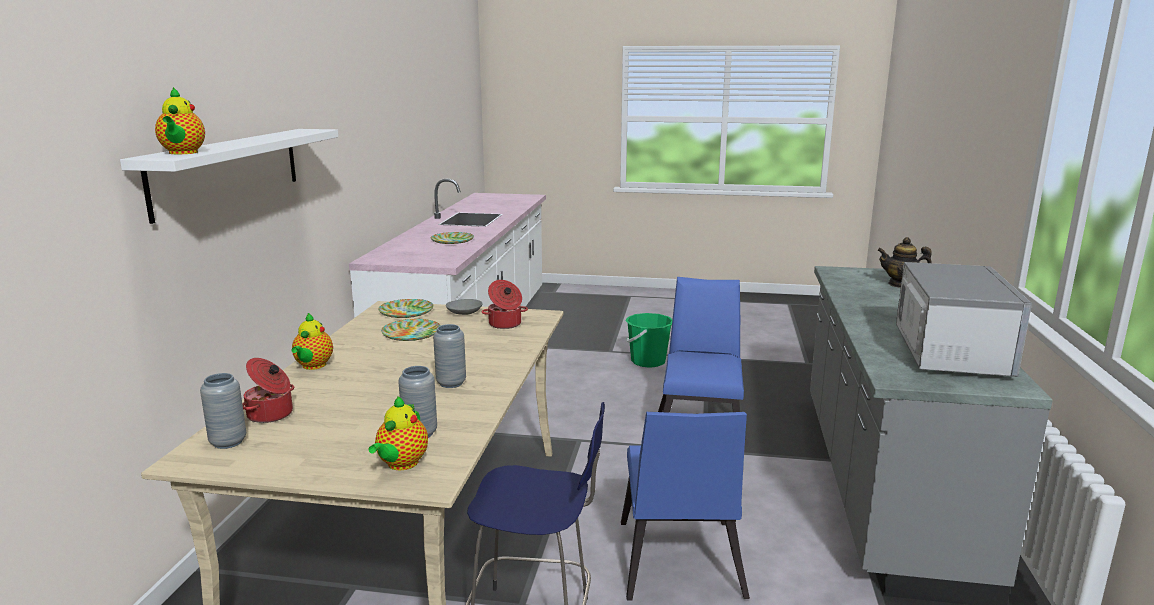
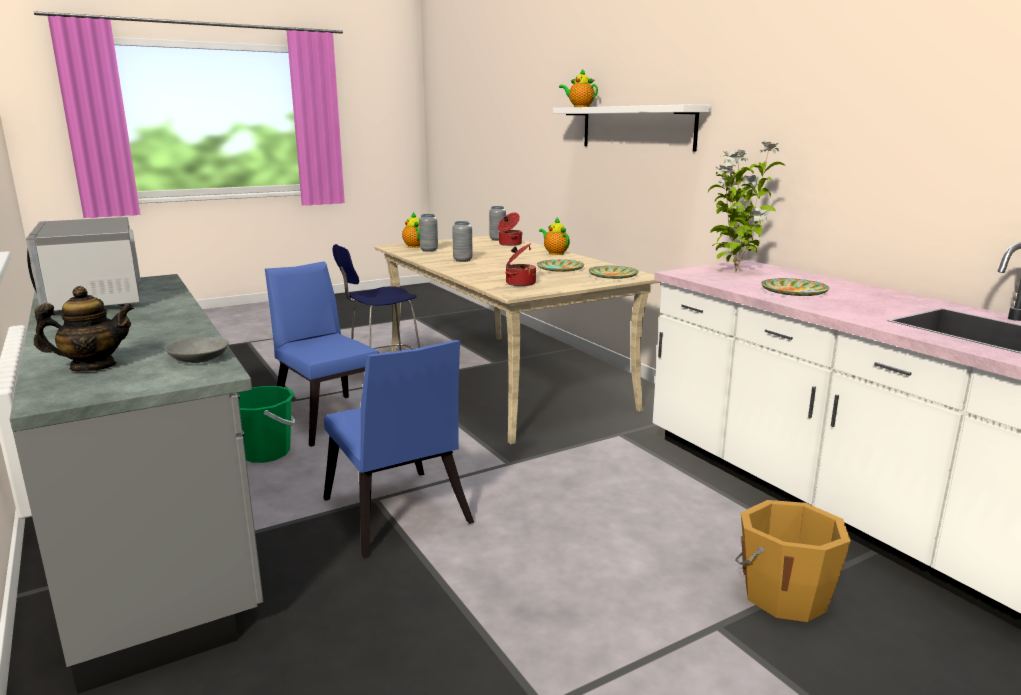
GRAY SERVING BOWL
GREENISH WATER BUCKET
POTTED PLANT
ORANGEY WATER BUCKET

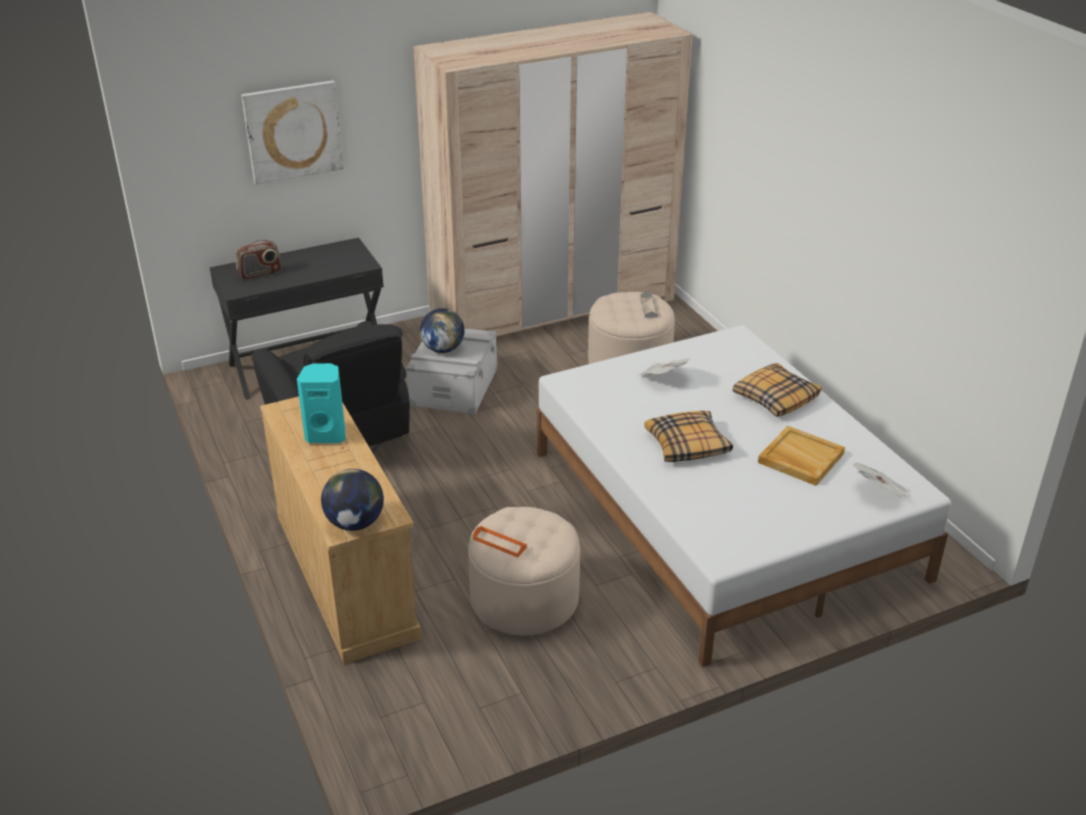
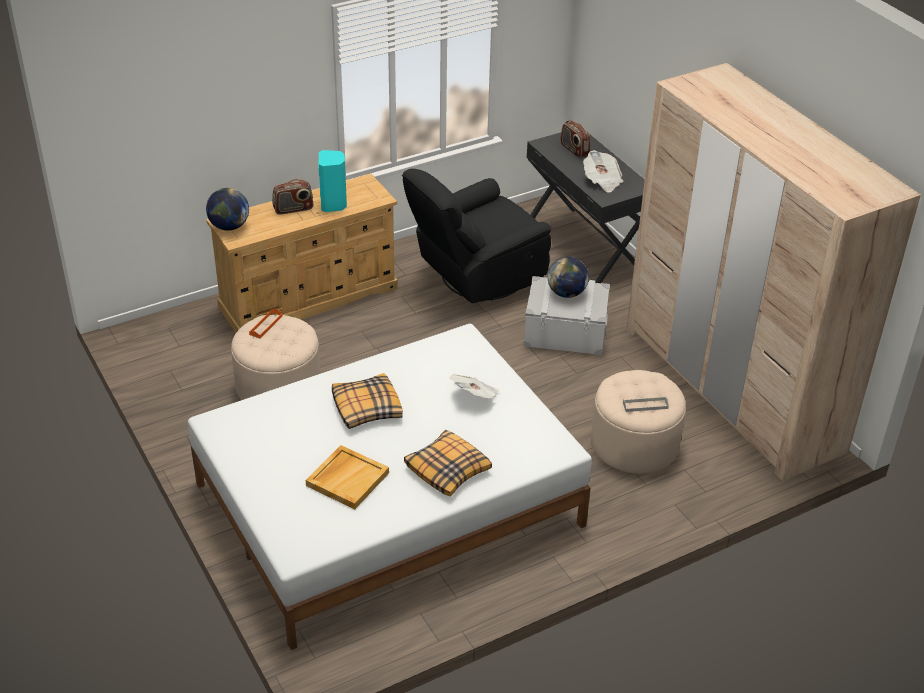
WALL ART
NEWSPAPER (2nd from left)
RADIO (1st from left)

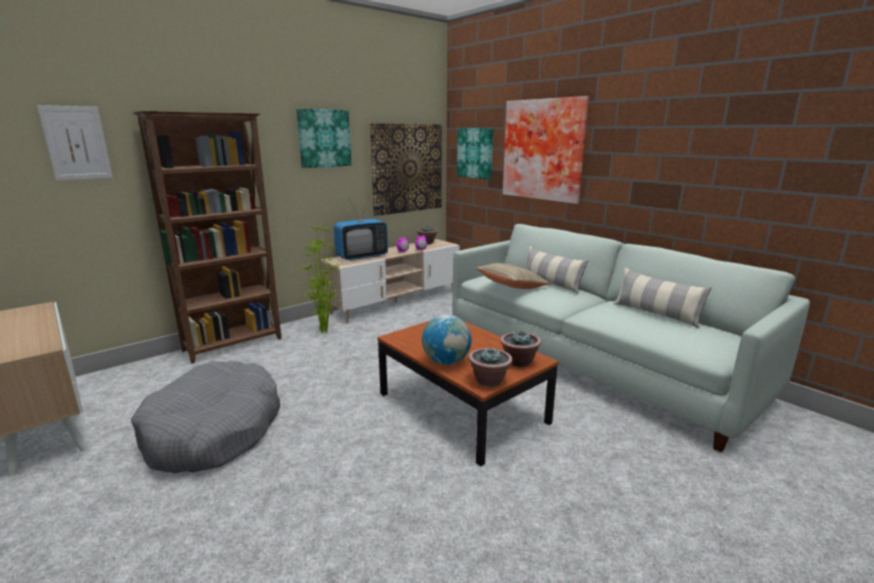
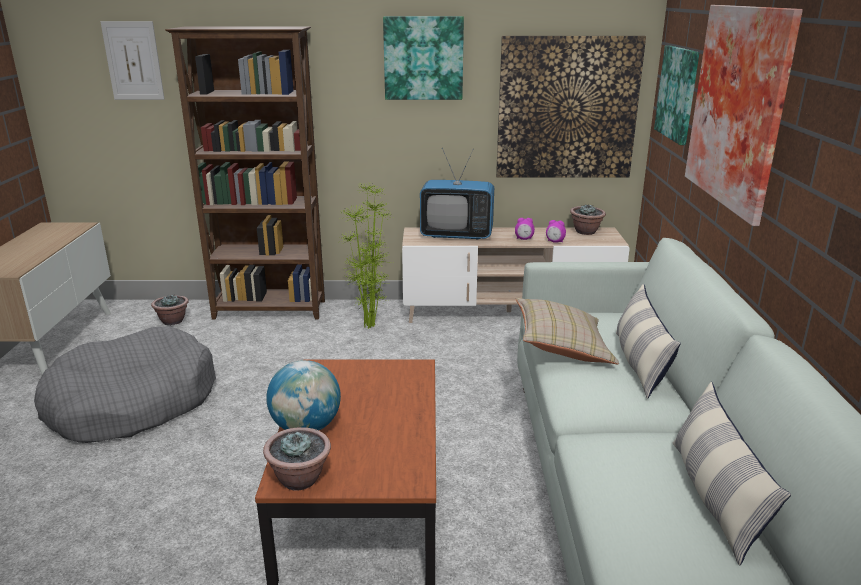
POTTED PLANT (1st from left)

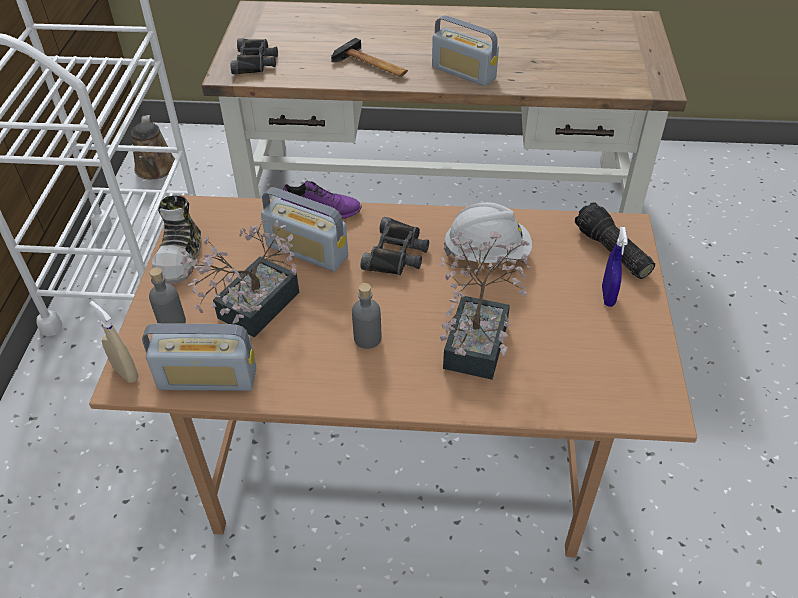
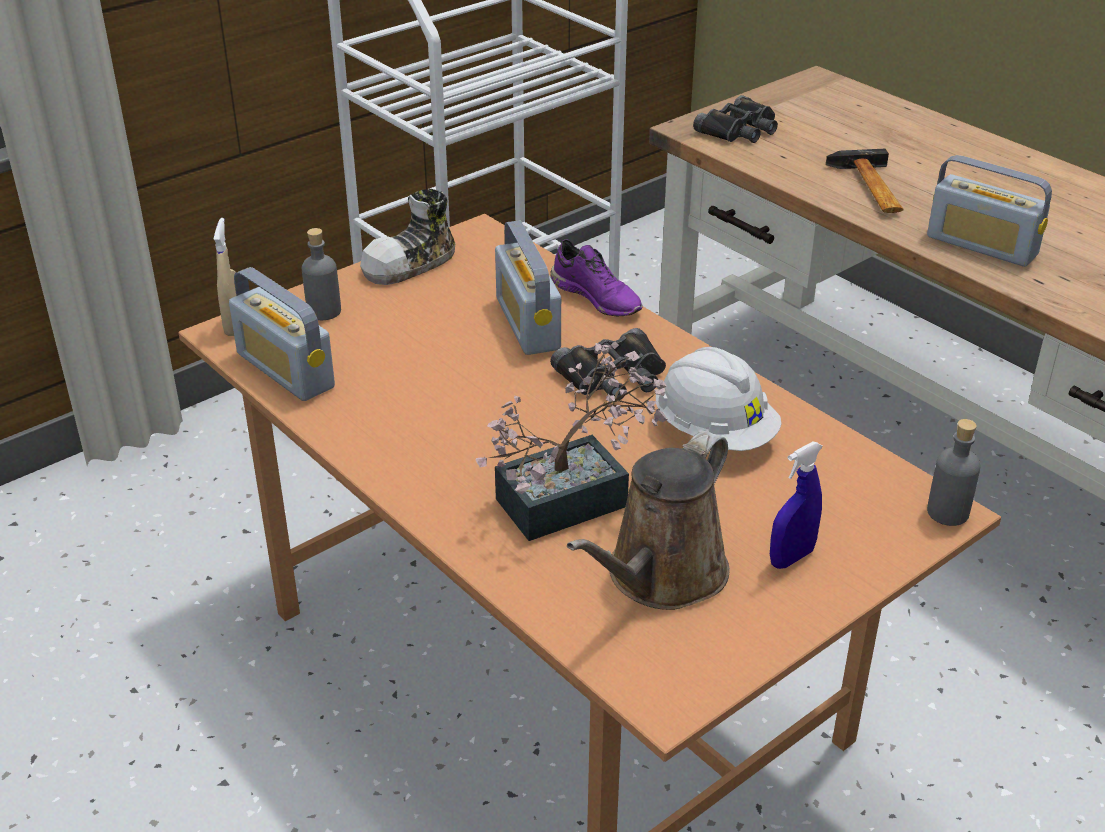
BROWN-COLOURED SPRINKLING CAN
POTTED PLANT (1st from left in the first image)
GRAY DRINK BOTTLE (2nd from left)
RADIO (3rd from left)
HAND TORCH

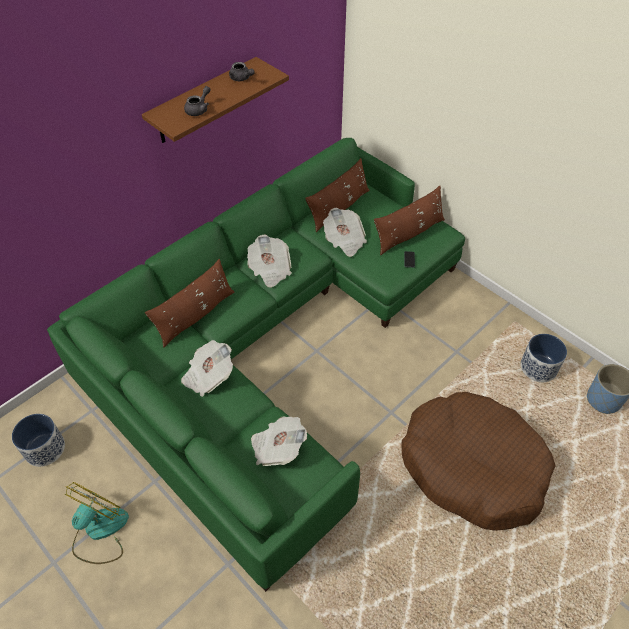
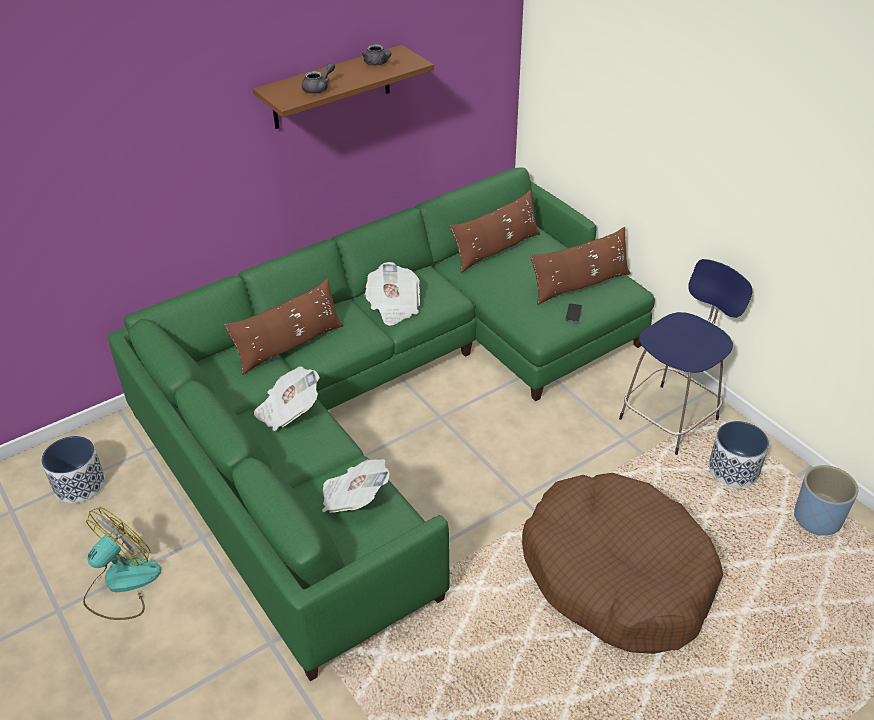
NEWSPAPER (4th from left in the first image)
BLUE SITTING STOOL

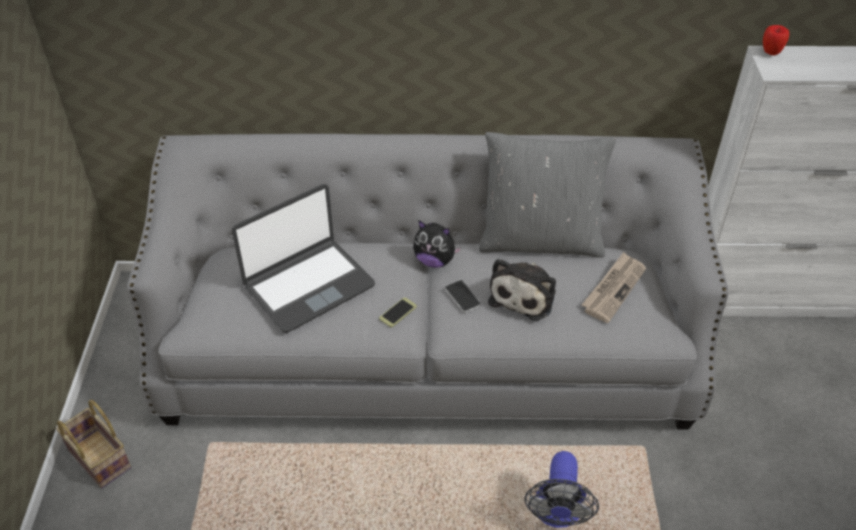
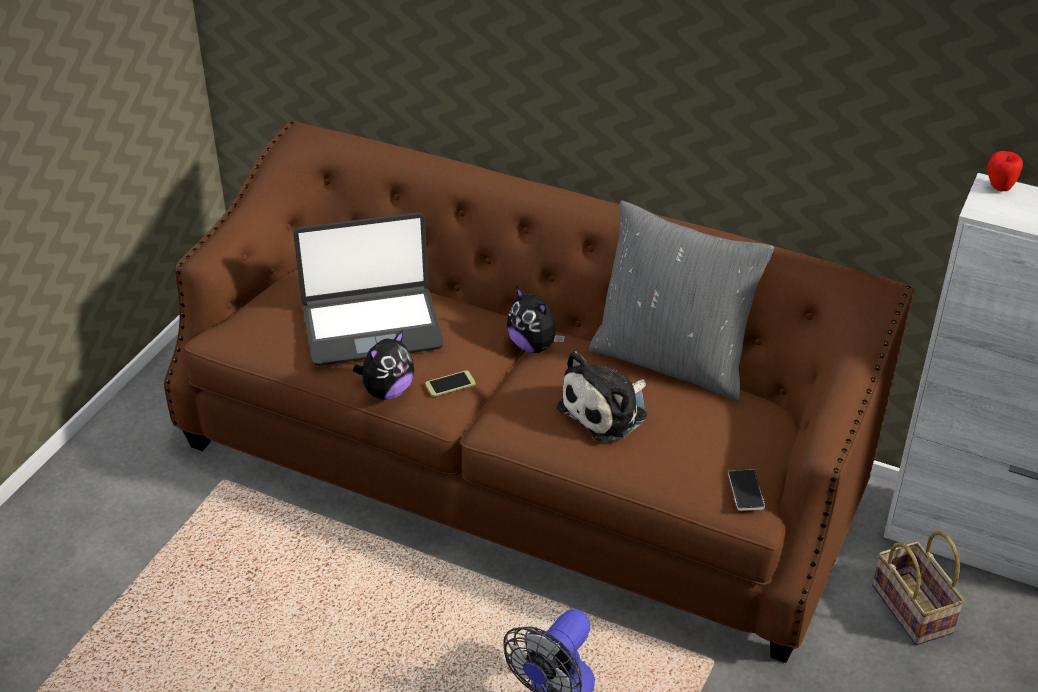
HOUSEHOLD BASKET
BROWN-COLOURED SOFA
HANDSET (2nd from left)
NEWSPAPER
SOFT TOY (1st from left)

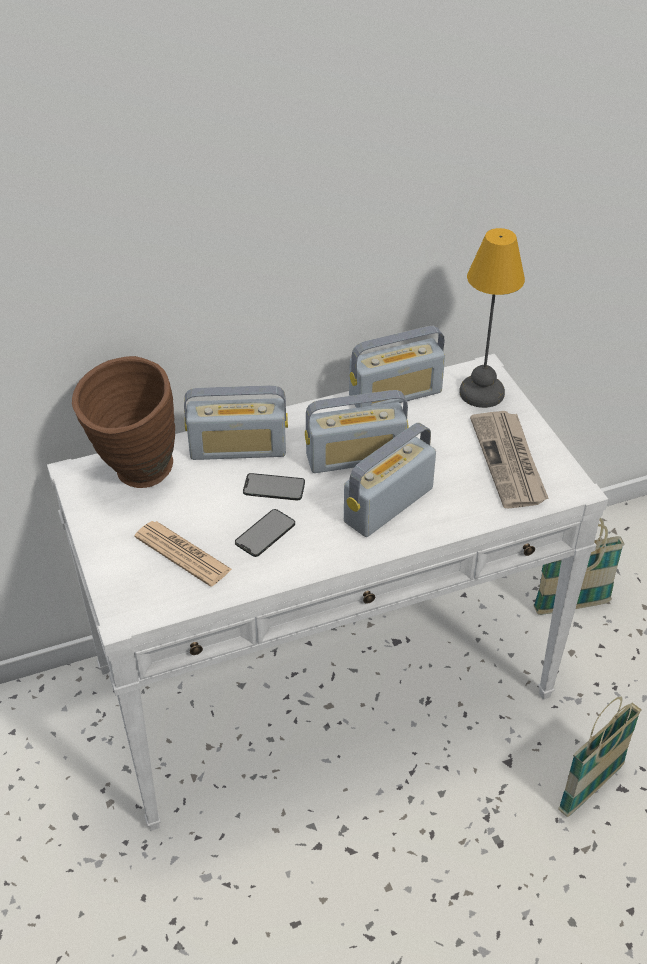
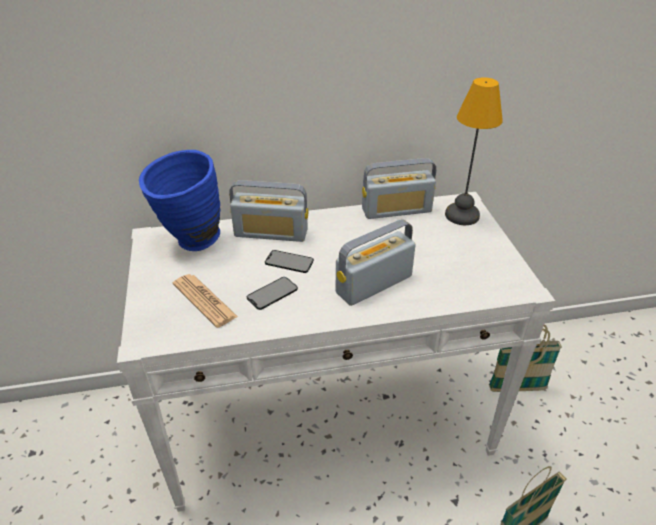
BLUE FLOWER VASE
RADIO (2nd from left in the first image)
NEWSPAPER (2nd from left in the first image)

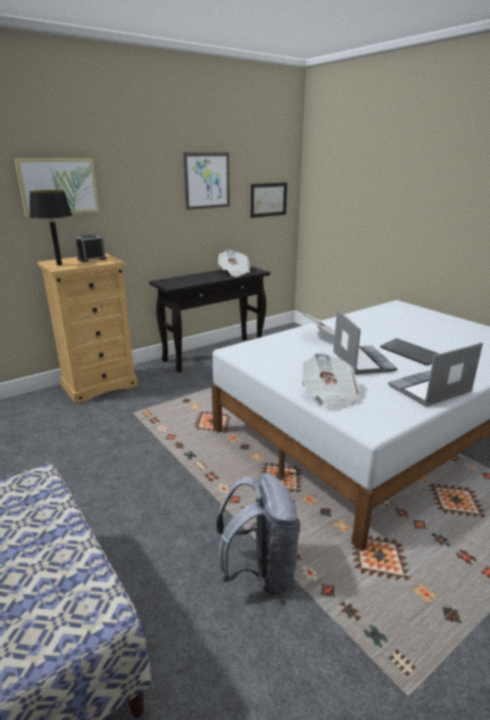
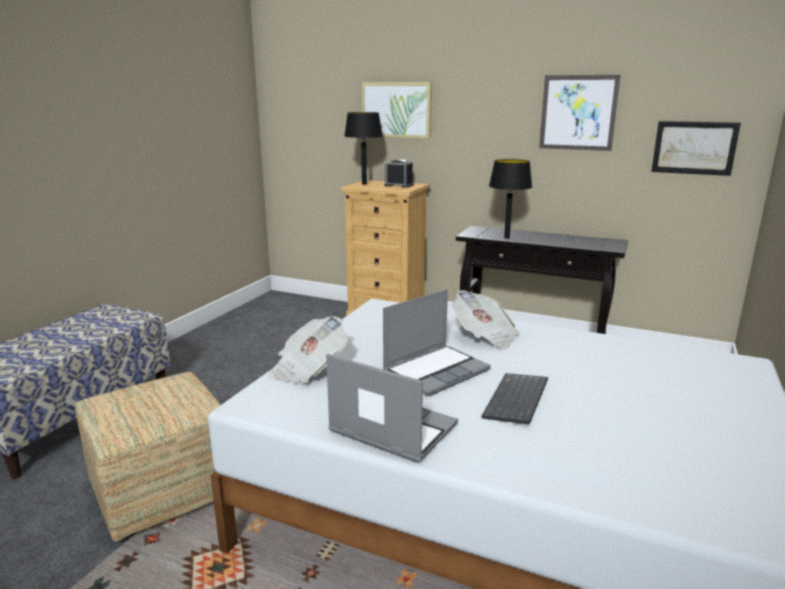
POUFFE
NEWSPAPER (1st from left in the first image)
BLACK TABLETOP LAMP (2nd from left)

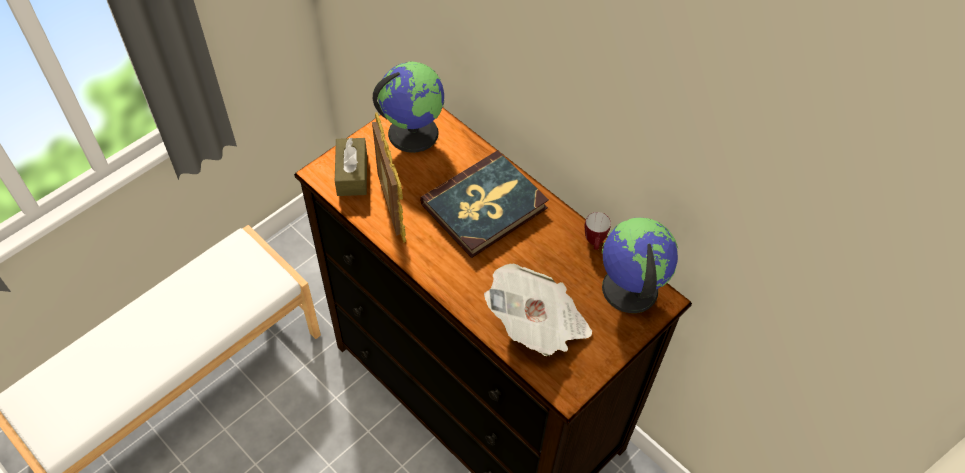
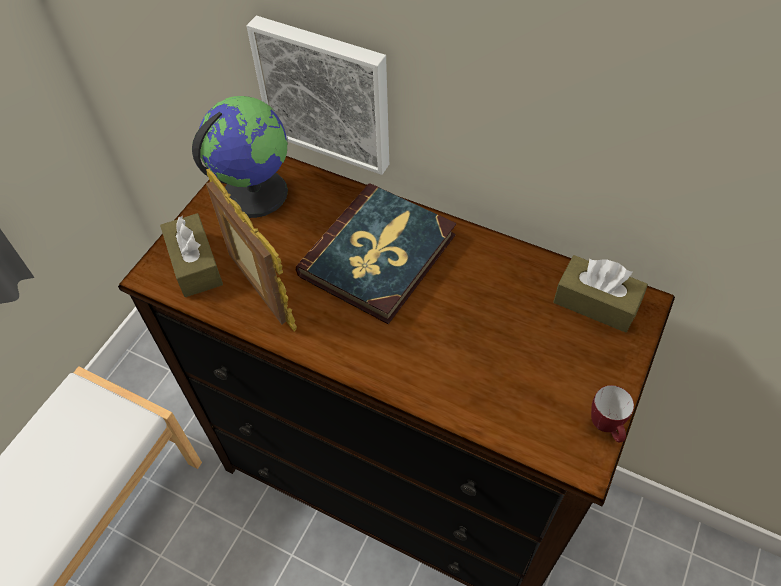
NEWSPAPER
COFFEE MUG
BROWN-COLOURED TISSUE HOLDER (2nd from left)
WALL ART

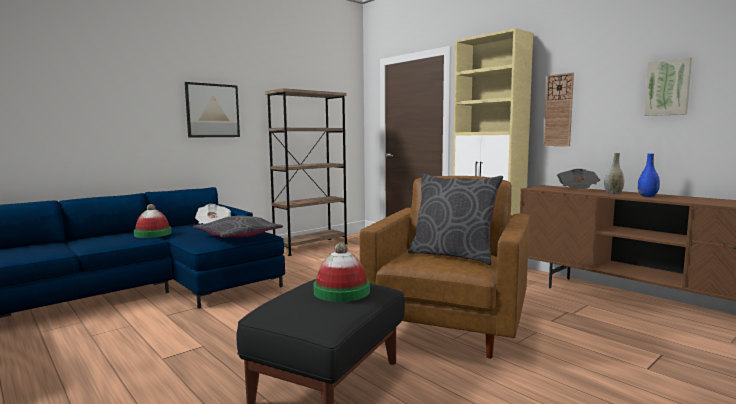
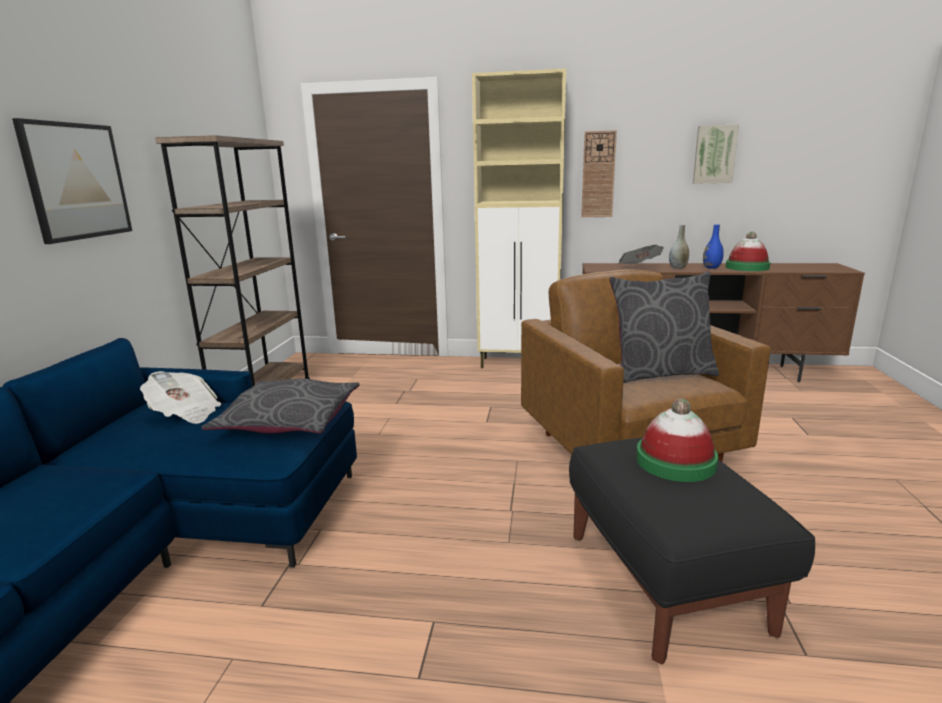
WEARABLE HAT (2nd from left)

